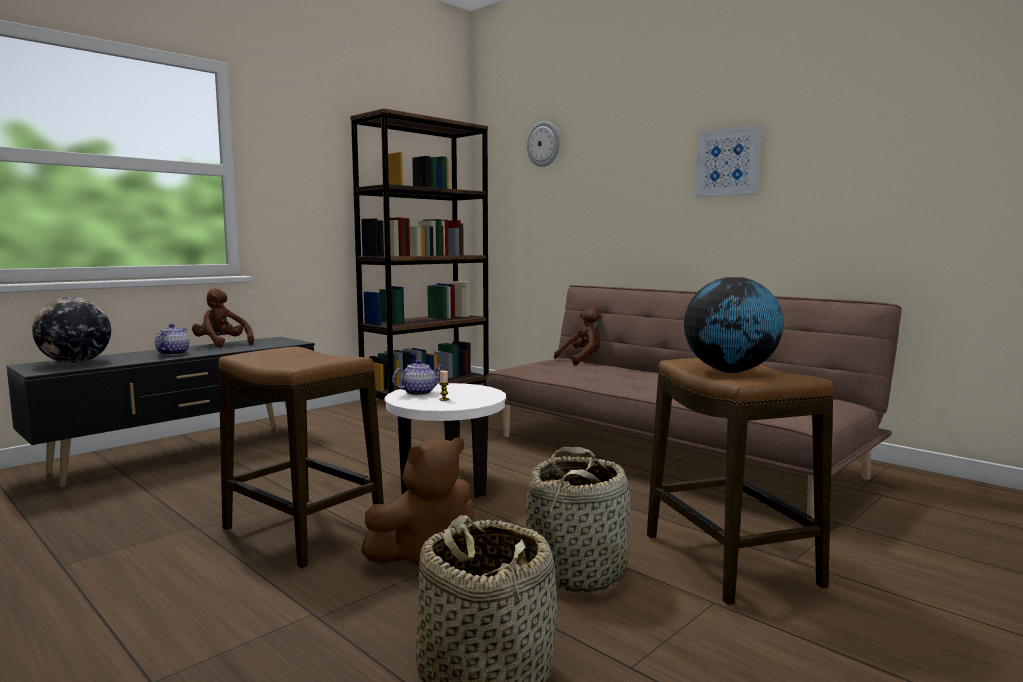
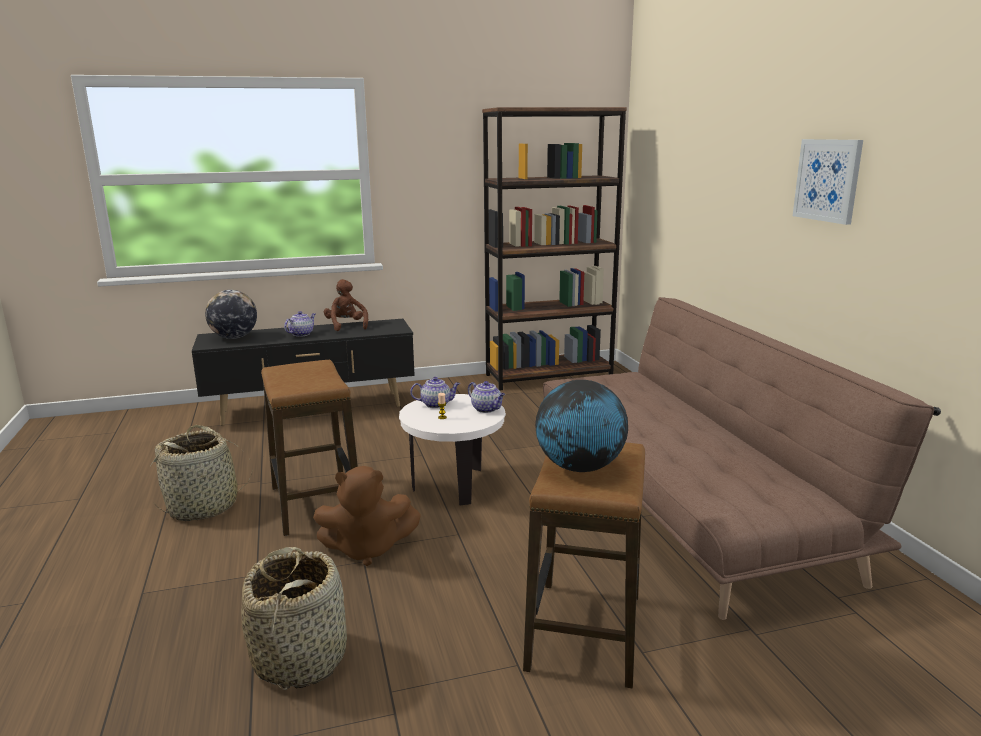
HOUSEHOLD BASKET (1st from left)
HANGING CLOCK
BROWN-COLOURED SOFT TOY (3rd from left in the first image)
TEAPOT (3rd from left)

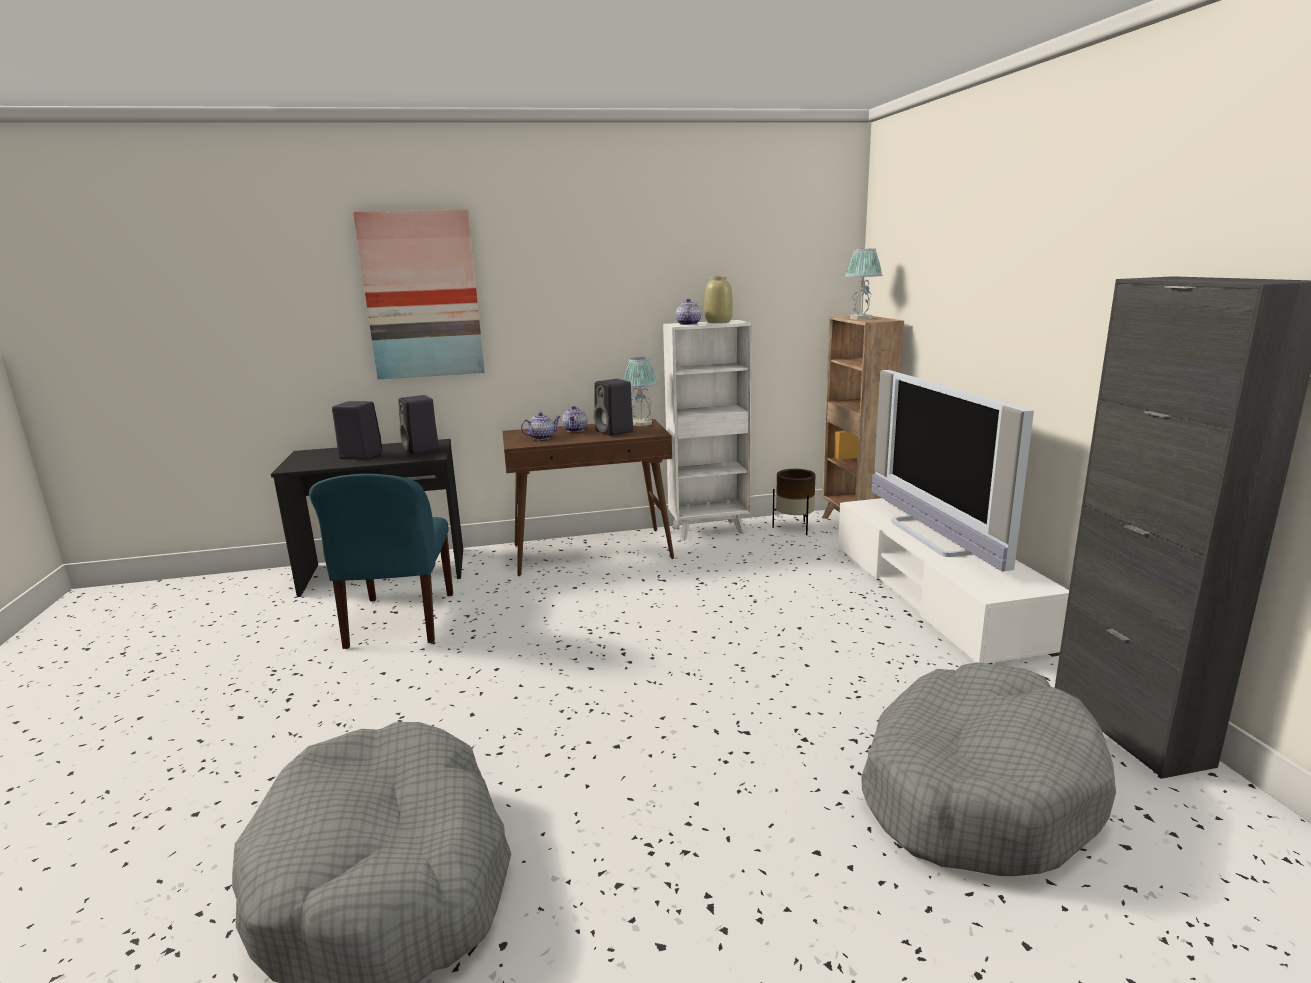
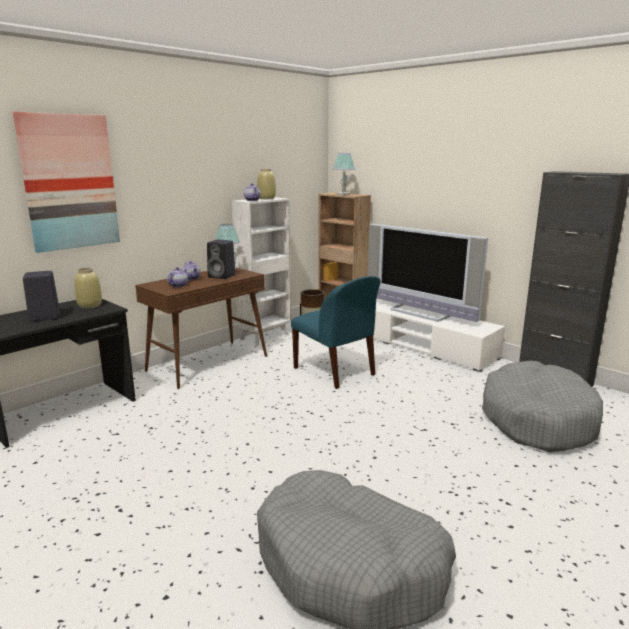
BLUE CHAIR
SAND-COLOURED FLOWER VASE (1st from left)

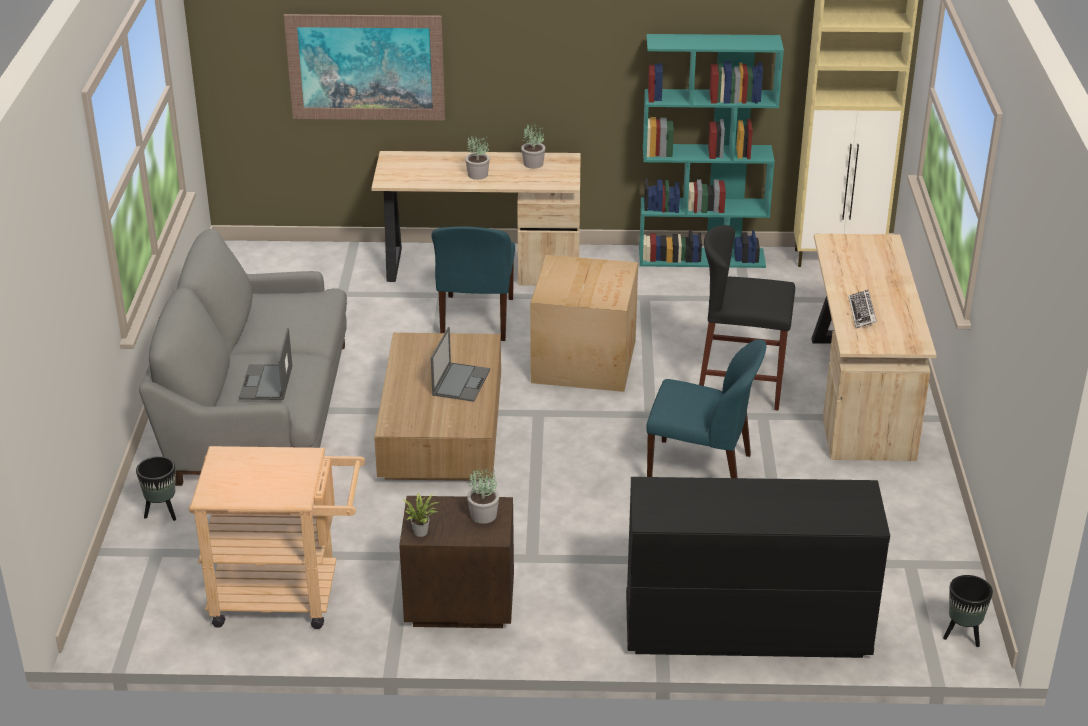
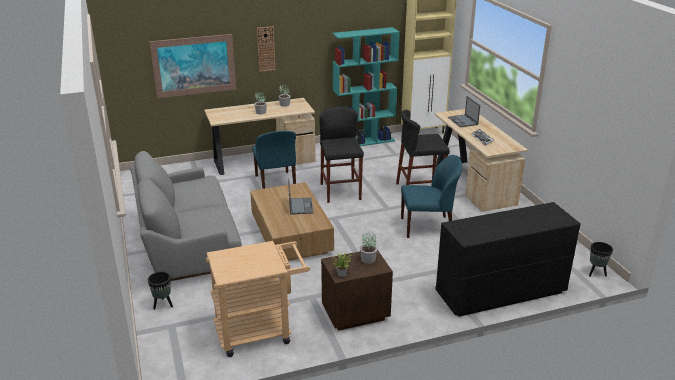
NOTEBOOK COMPUTER (2nd from left)
BLACK SITTING STOOL (1st from left)
HANGING CLOCK

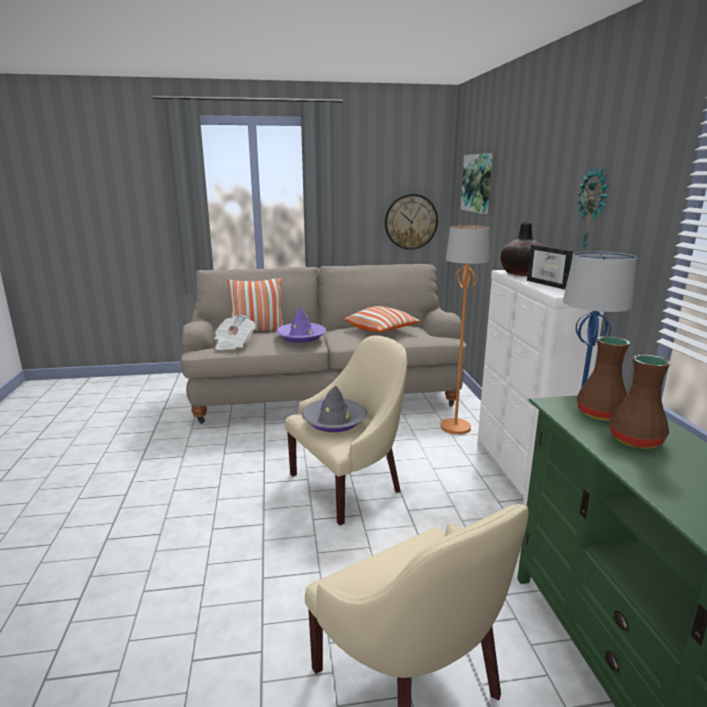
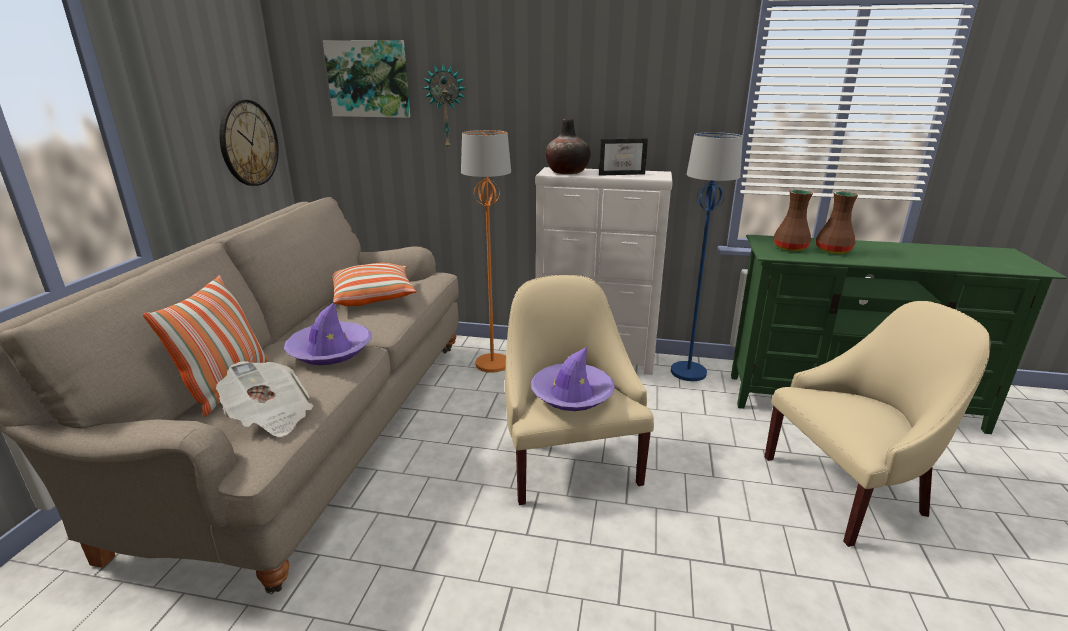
PURPLISH WEARABLE HAT (2nd from left)
HANGING CLOCK (2nd from left)

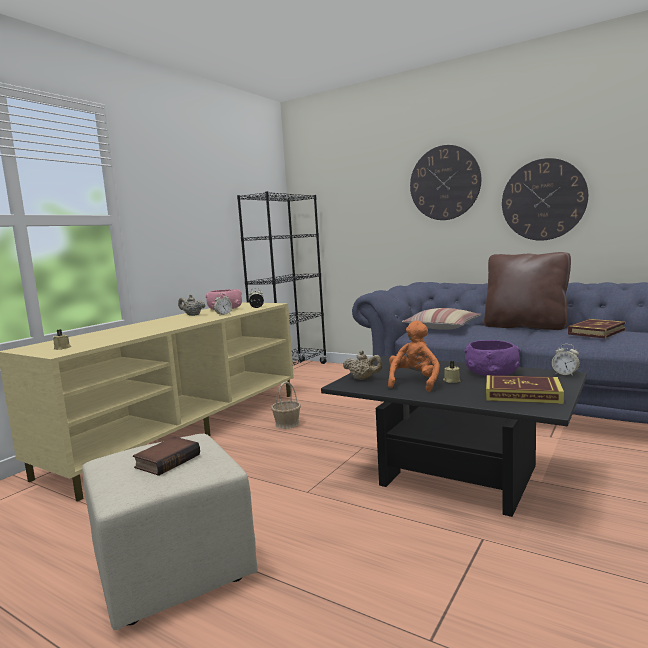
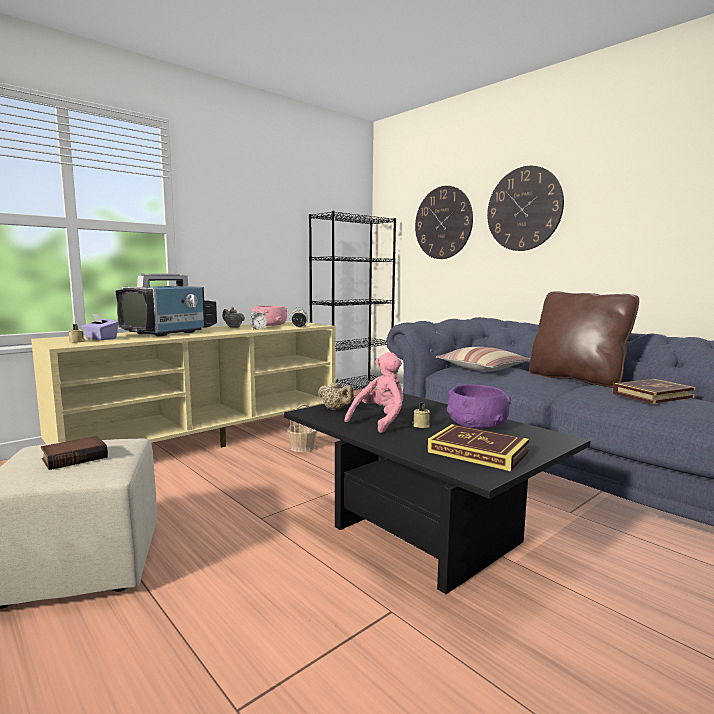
PINKISH SOFT TOY
HANGING CLOCK (1st from left)
TABLE CLOCK (3rd from left in the first image)
PURPLISH TISSUE HOLDER
TV

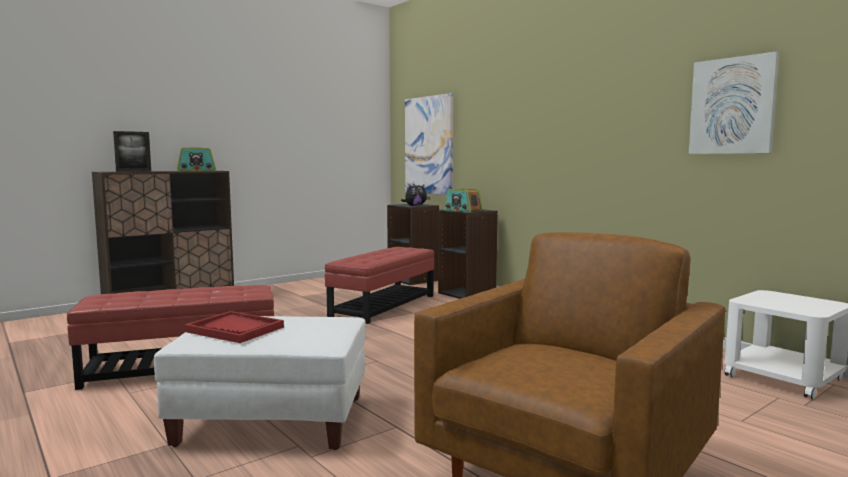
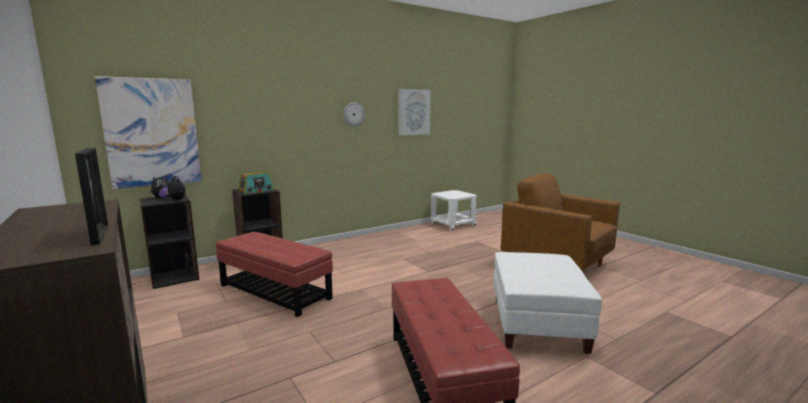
RADIO (1st from left in the first image)
RED-COLOURED TRAY
HANGING CLOCK

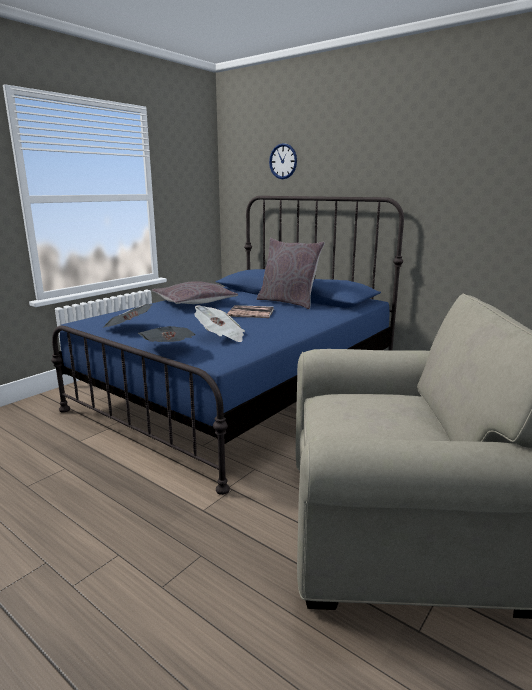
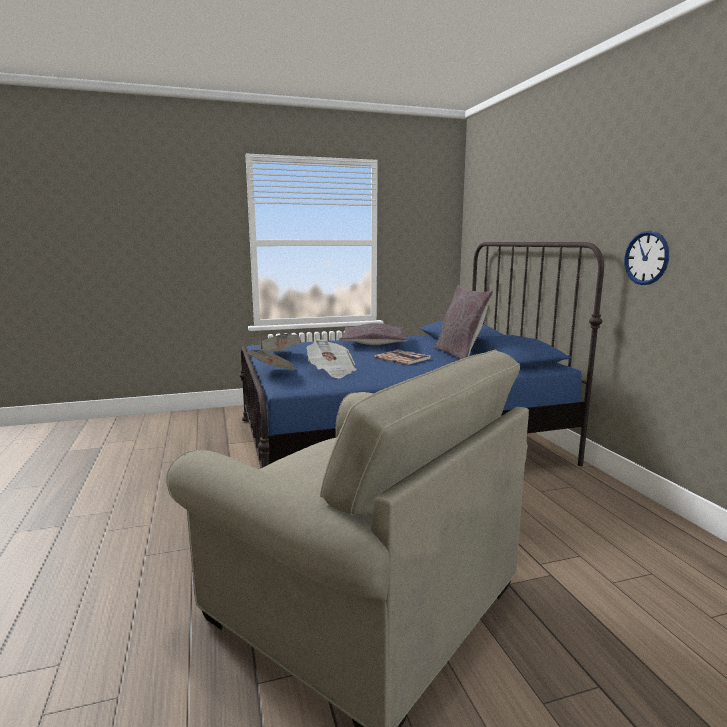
HANGING CLOCK

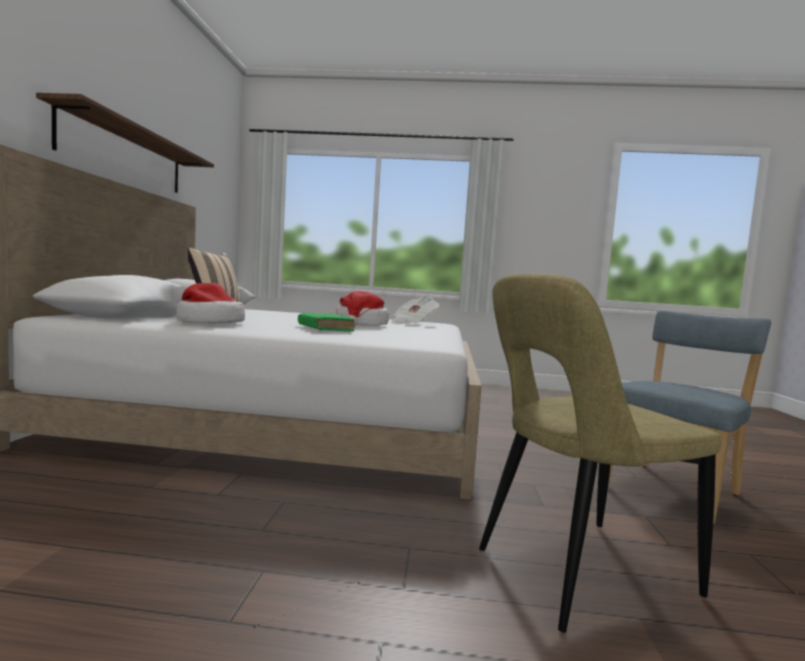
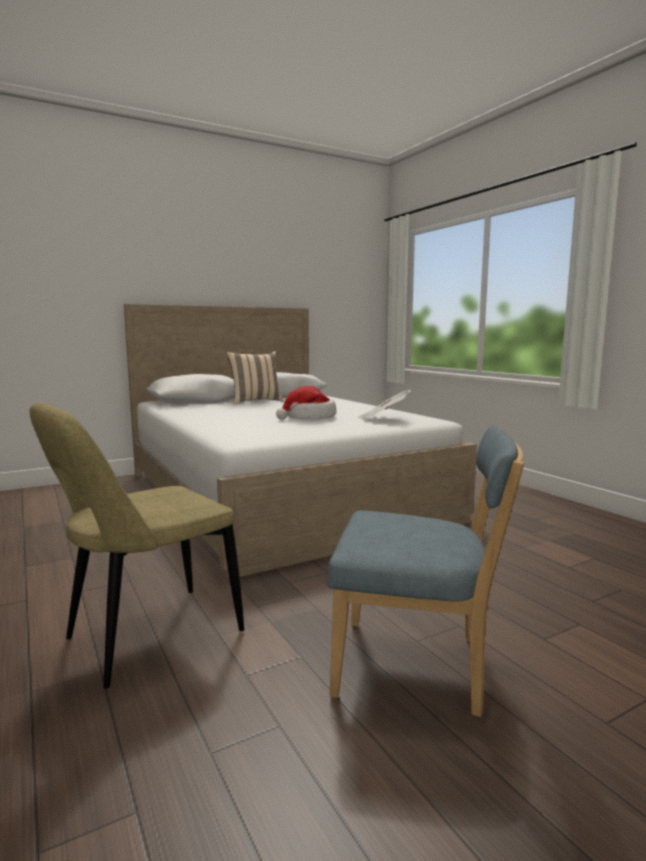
BRACKET SHELF
WEARABLE HAT (1st from left in the first image)
GREENISH VOLUME
SAND-COLOURED CHAIR

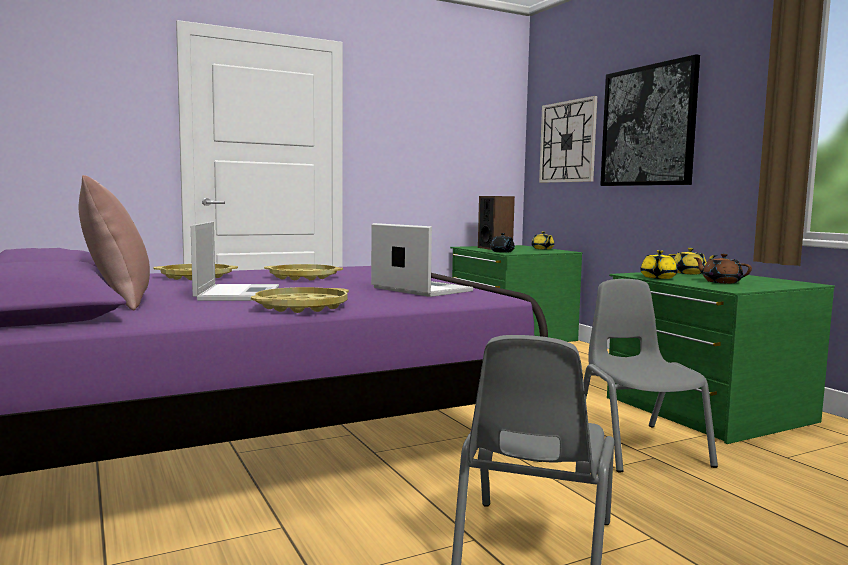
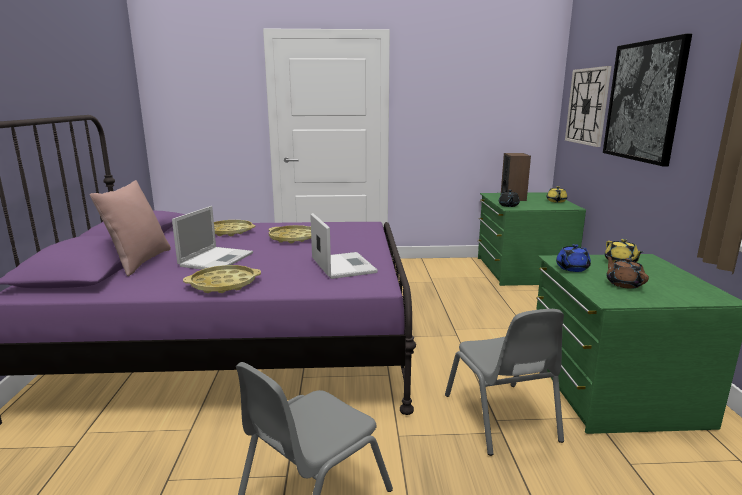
GRAY CHAIR (2nd from left)
BLUE TEAPOT

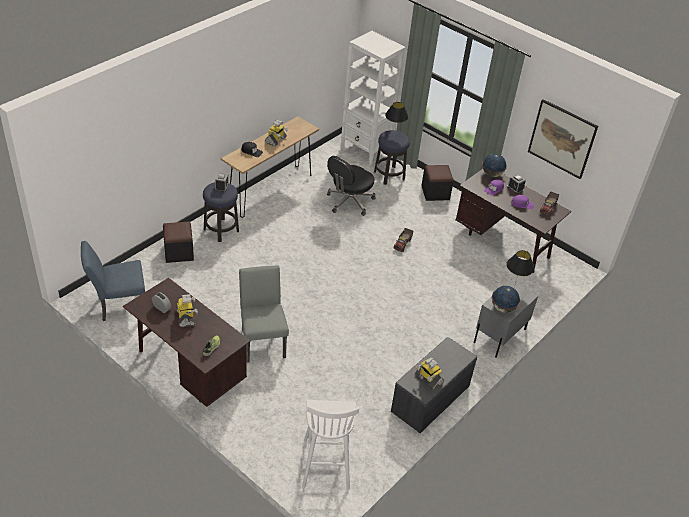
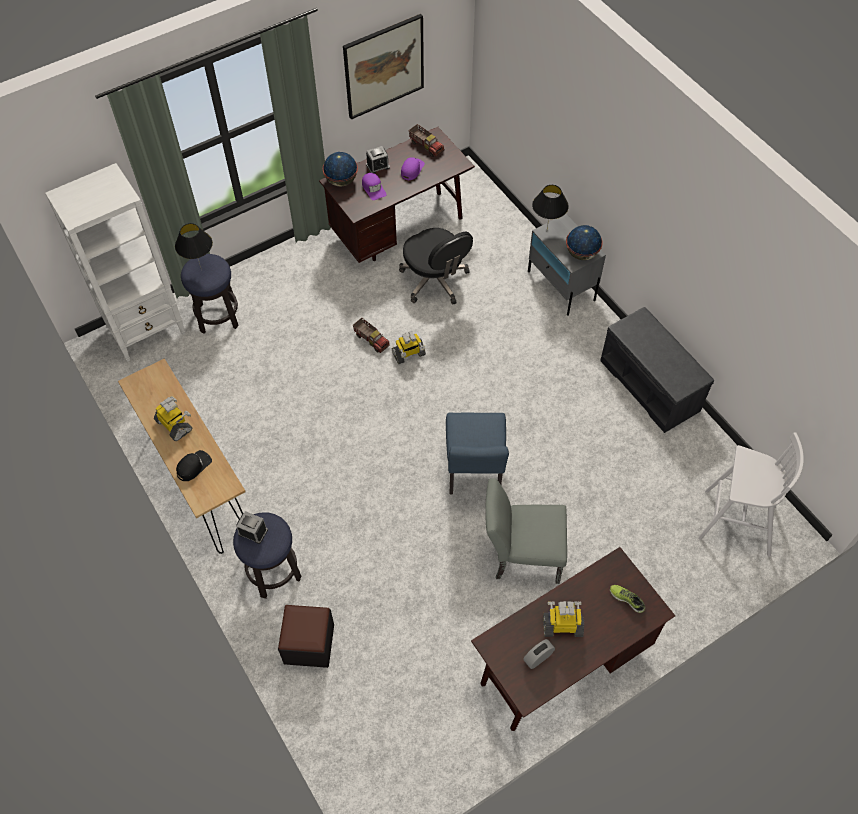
BLUE CHAIR
BLACK COMPUTER CHAIR
MODEL ROBOT (2nd from left)
BLACK POUFFE (2nd from left in the first image)

